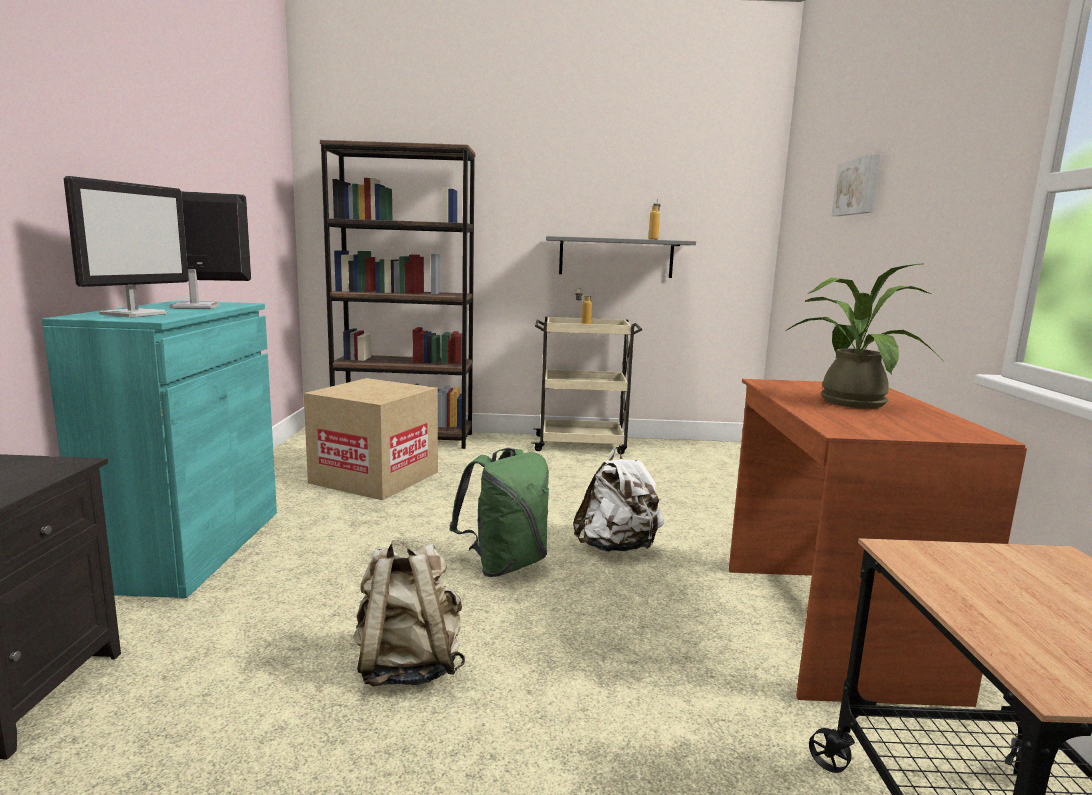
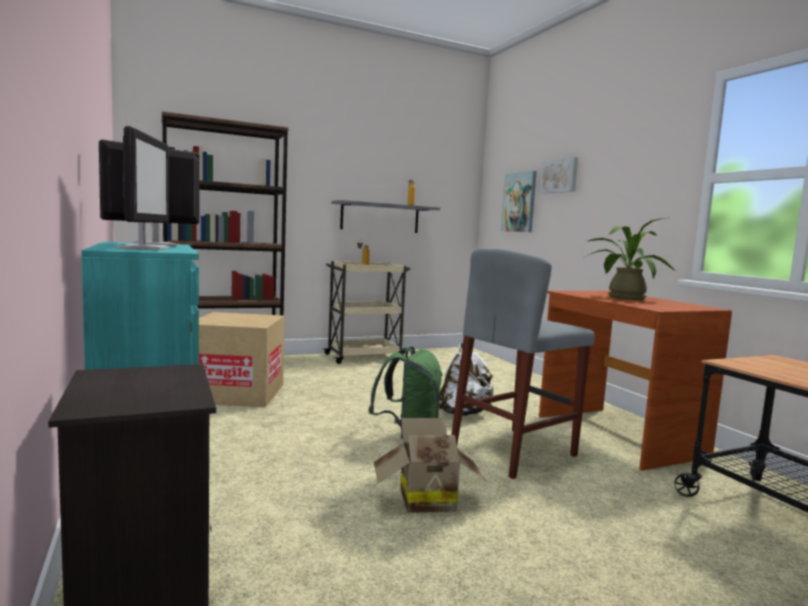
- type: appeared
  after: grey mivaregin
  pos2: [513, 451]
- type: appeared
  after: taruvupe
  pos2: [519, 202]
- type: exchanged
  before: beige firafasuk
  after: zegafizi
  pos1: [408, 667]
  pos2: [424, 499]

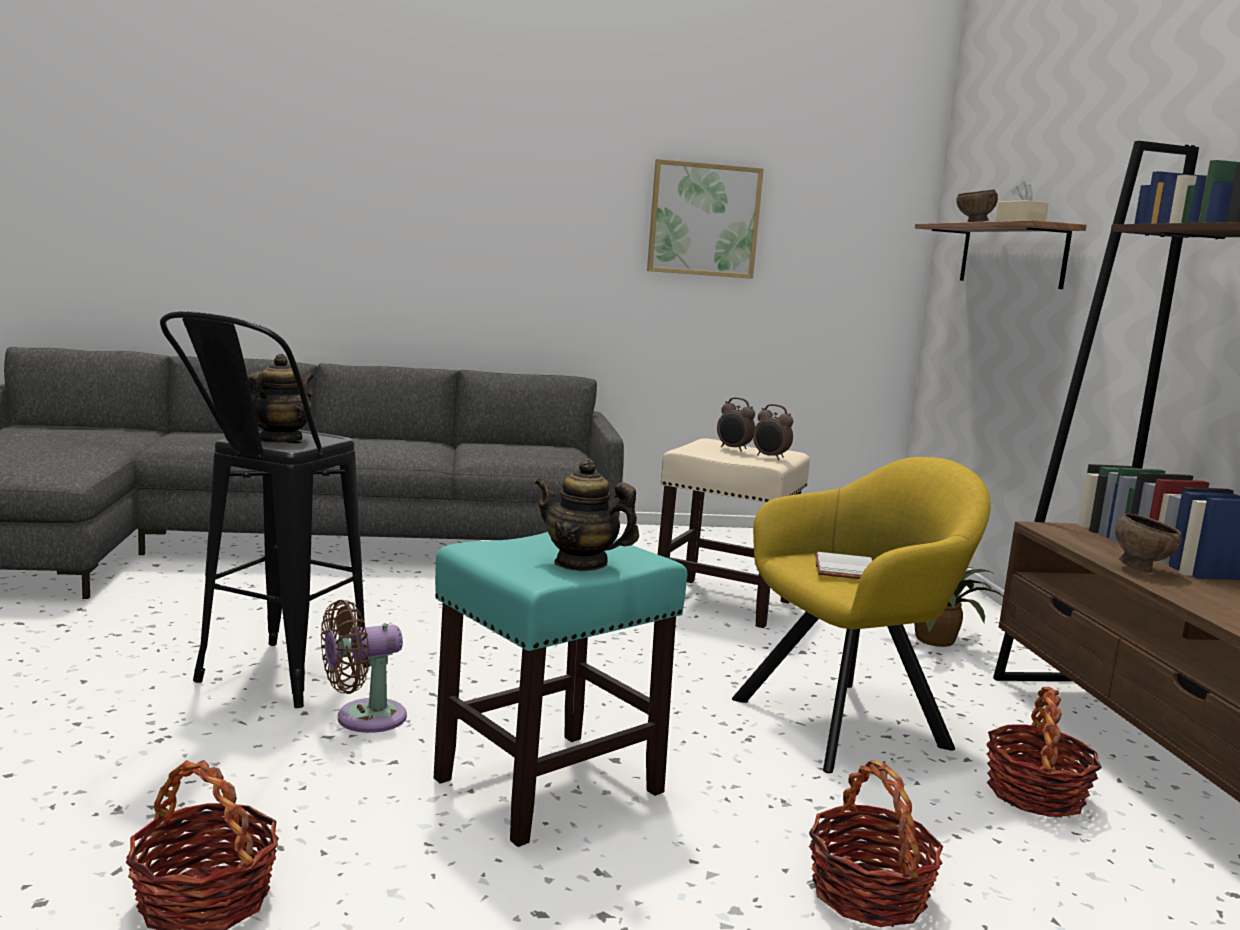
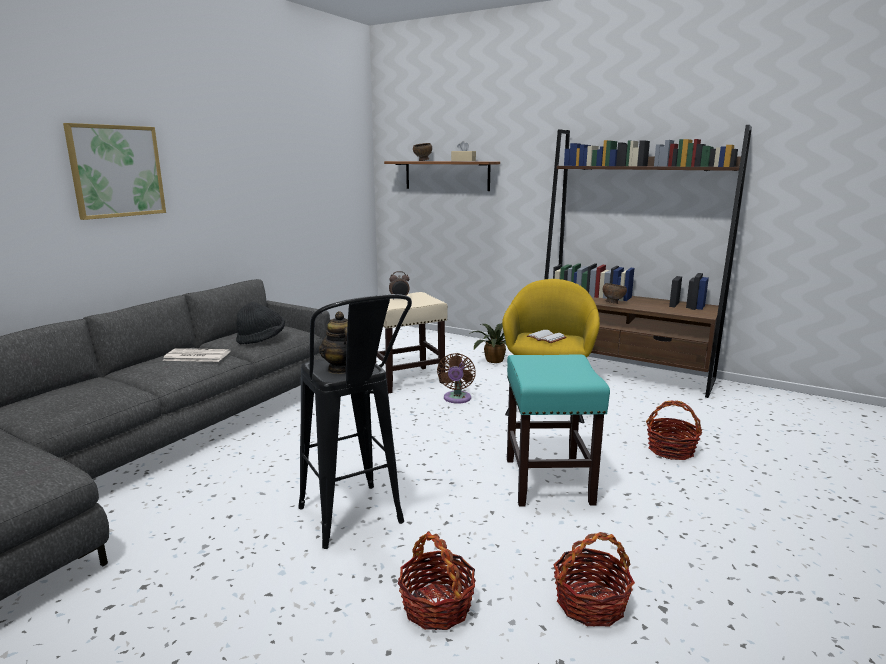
- type: missing
  before: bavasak
  pos1: [581, 563]
- type: missing
  before: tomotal
  pos1: [770, 457]
- type: appeared
  after: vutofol
  pos2: [196, 356]
- type: appeared
  after: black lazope
  pos2: [261, 339]
- type: relocated
  before: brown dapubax
  pos1: [363, 718]
  pos2: [457, 399]
- type: relocated
  before: taruvupe
  pos1: [704, 220]
  pos2: [116, 171]
- type: relocated
  before: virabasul
  pos1: [1035, 794]
  pos2: [436, 606]

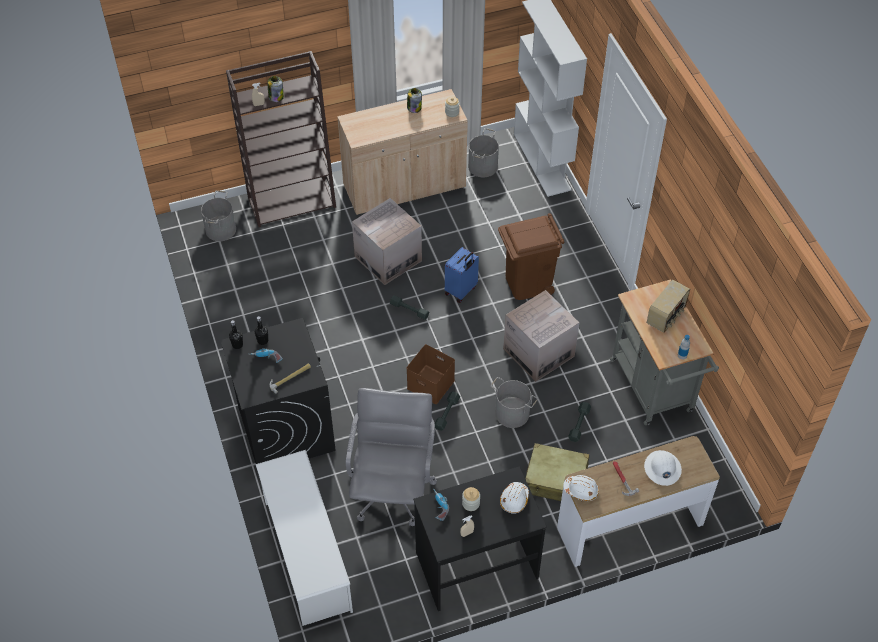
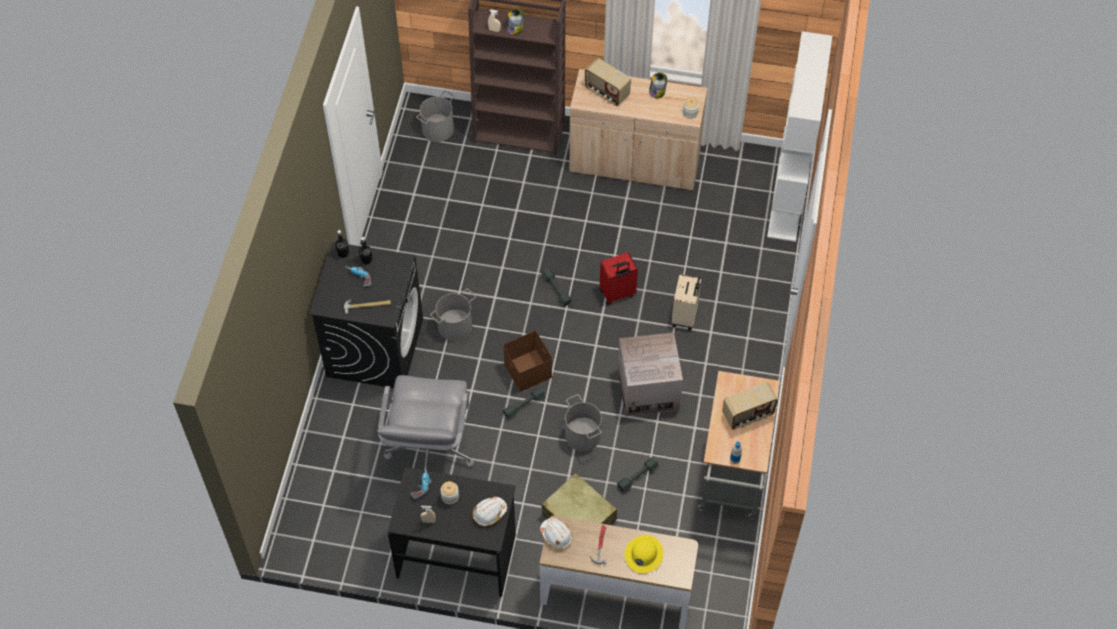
- type: missing
  before: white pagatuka
  pos1: [307, 555]
- type: missing
  before: zegafizi
  pos1: [388, 258]
- type: appeared
  after: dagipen
  pos2: [606, 92]
- type: relocated
  before: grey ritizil
  pos1: [483, 166]
  pos2: [455, 326]
- type: exchanged
  before: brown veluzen
  after: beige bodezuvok
  pos1: [527, 283]
  pos2: [685, 316]
- type: colour
  before: blue bodezuvok
  after: red bodezuvok
  pos1: [461, 291]
  pos2: [617, 294]
- type: colour
  before: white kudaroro
  after: yellow kudaroro
  pos1: [662, 468]
  pos2: [643, 554]
- type: spun
  before: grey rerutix
  pos1: [392, 490]
  pos2: [429, 450]
  turn: 150

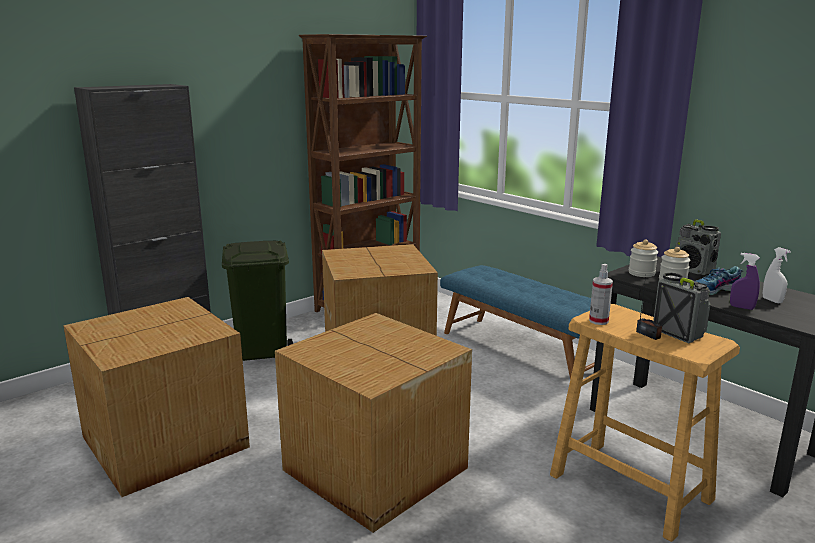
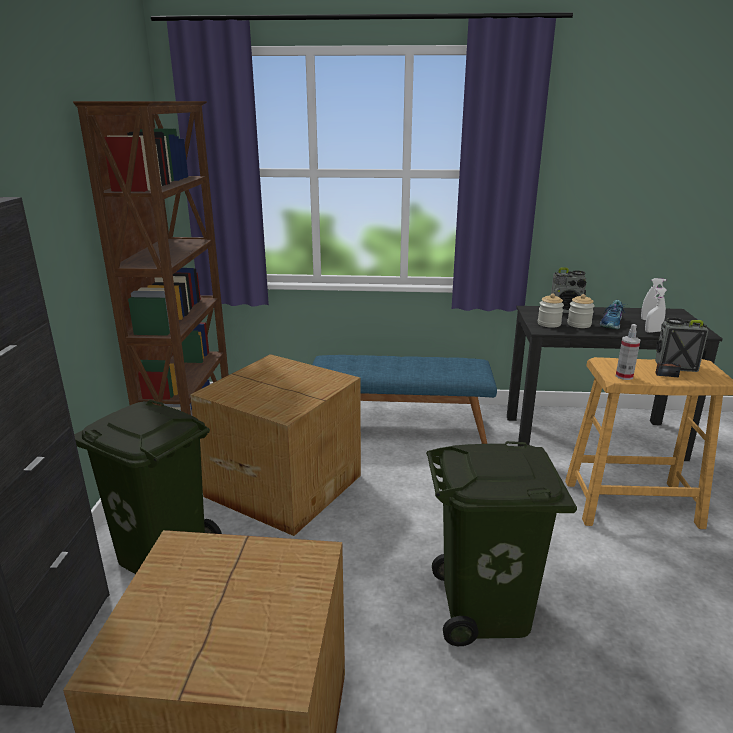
- type: exchanged
  before: zegafizi
  after: green veluzen
  pos1: [375, 471]
  pos2: [486, 610]
- type: colour
  before: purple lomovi
  after: white lomovi
  pos1: [742, 307]
  pos2: [652, 331]

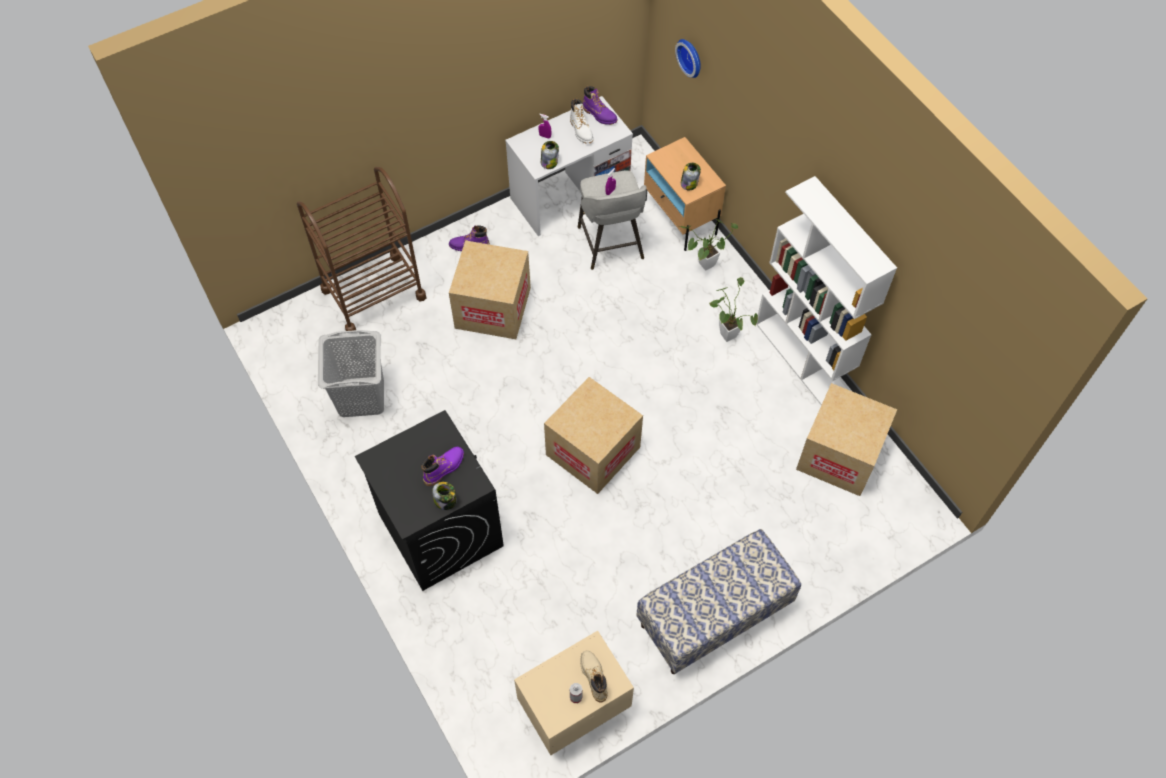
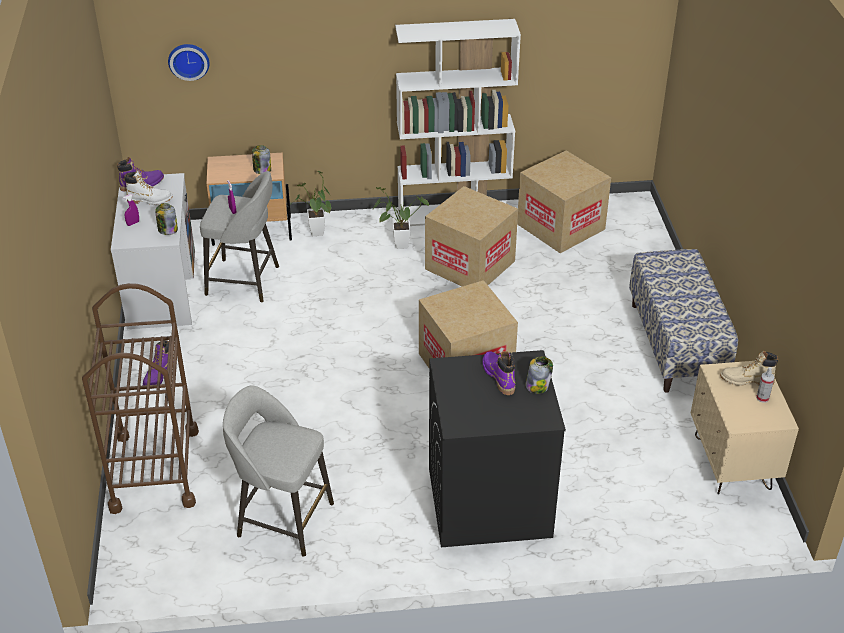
- type: relocated
  before: zegafizi
  pos1: [493, 308]
  pos2: [470, 265]
- type: exchanged
  before: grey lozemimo
  after: grey mivaregin
  pos1: [362, 396]
  pos2: [282, 518]

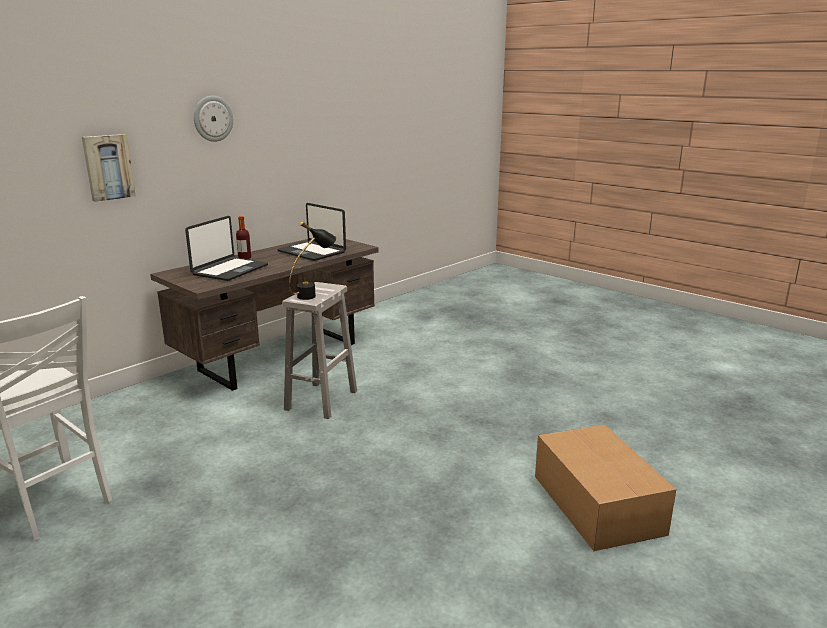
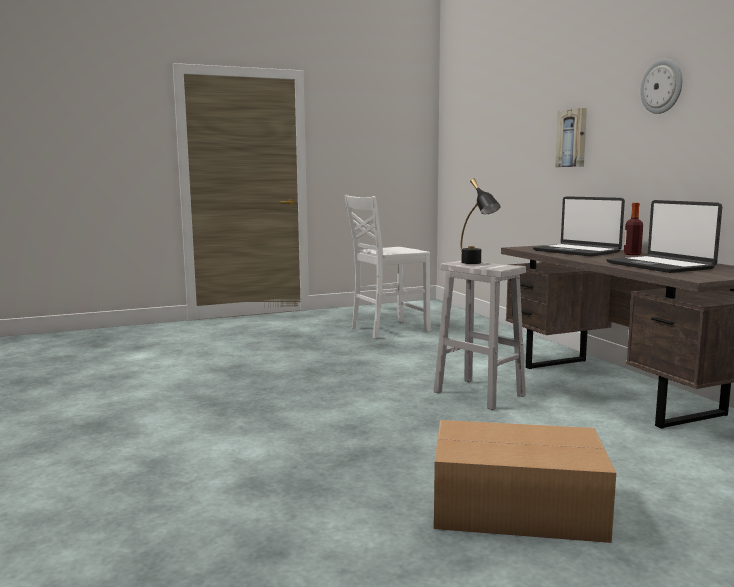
- type: relocated
  before: zegafizi
  pos1: [597, 502]
  pos2: [519, 508]
- type: spun
  before: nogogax
  pos1: [312, 252]
  pos2: [660, 266]
  turn: -90

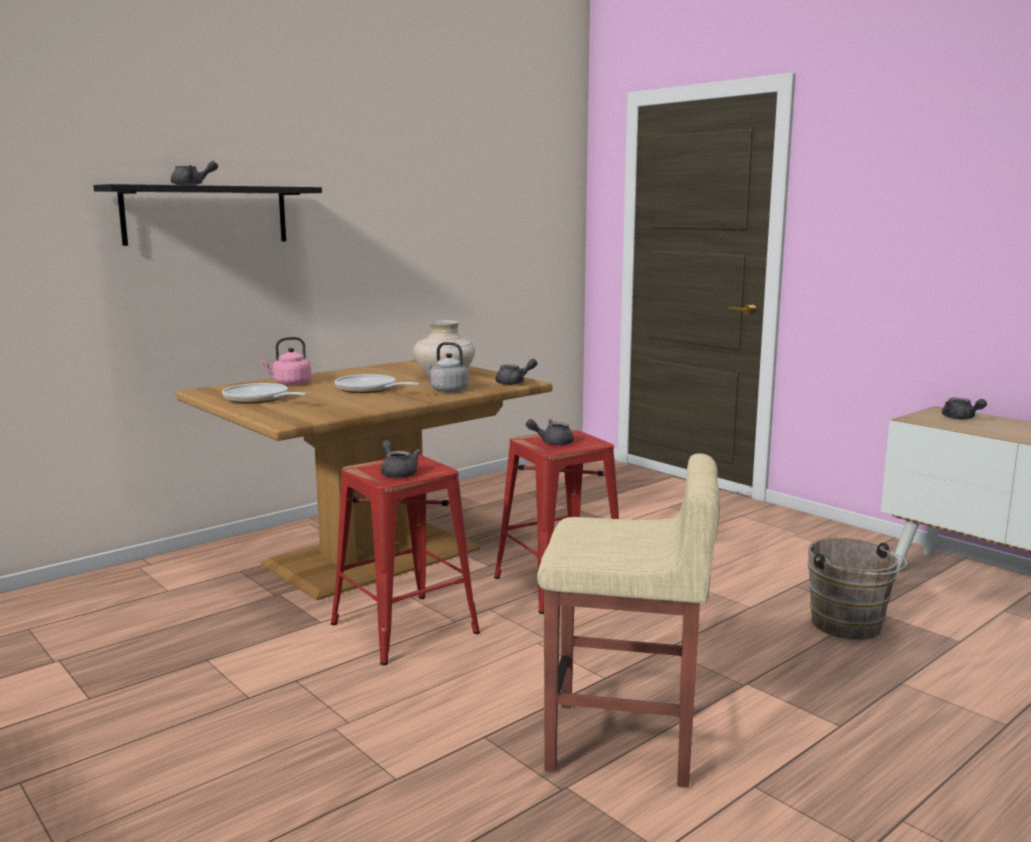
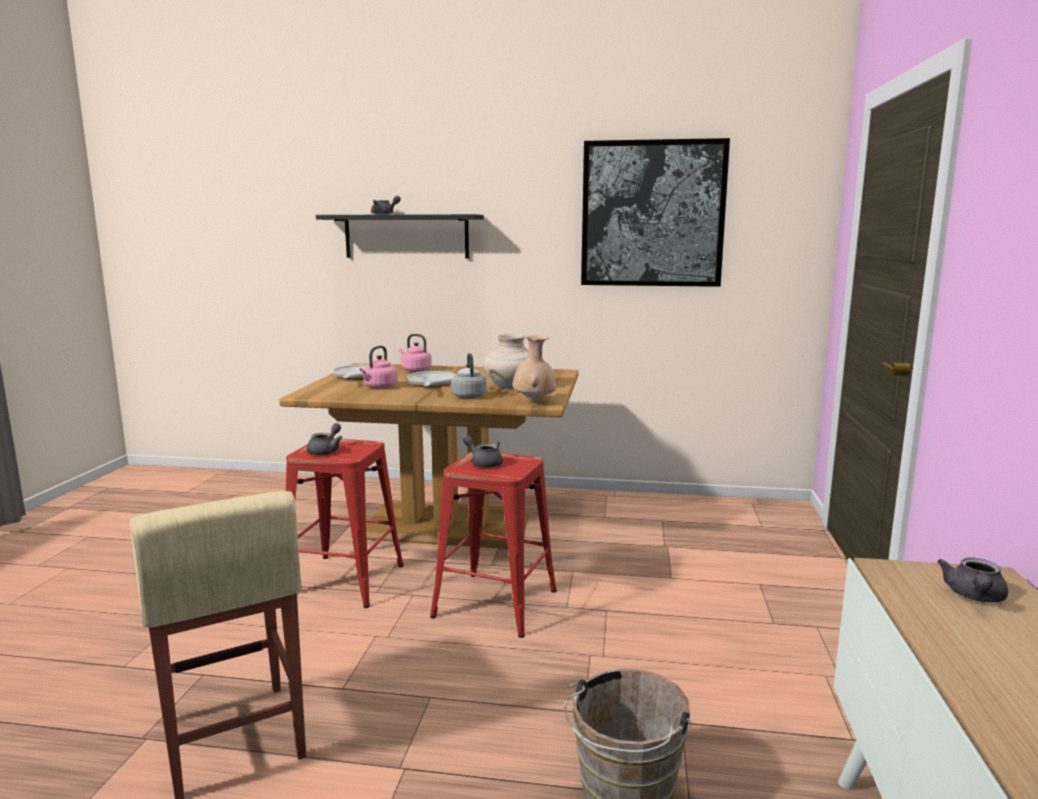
- type: appeared
  after: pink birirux
  pos2: [379, 387]
- type: appeared
  after: taruvupe
  pos2: [652, 214]
- type: exchanged
  before: grey bavasak
  after: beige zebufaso
  pos1: [515, 383]
  pos2: [534, 402]

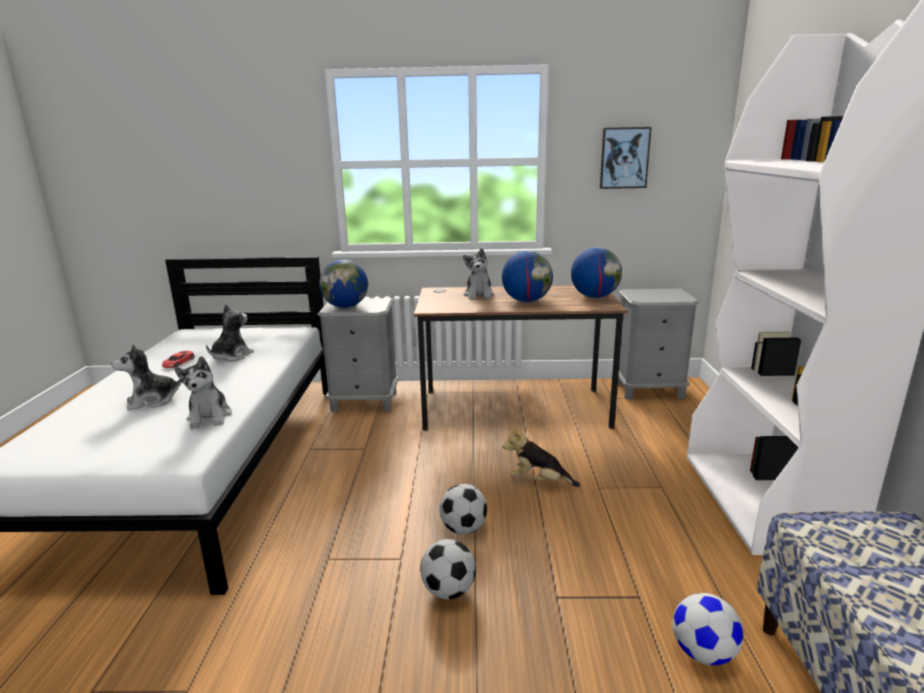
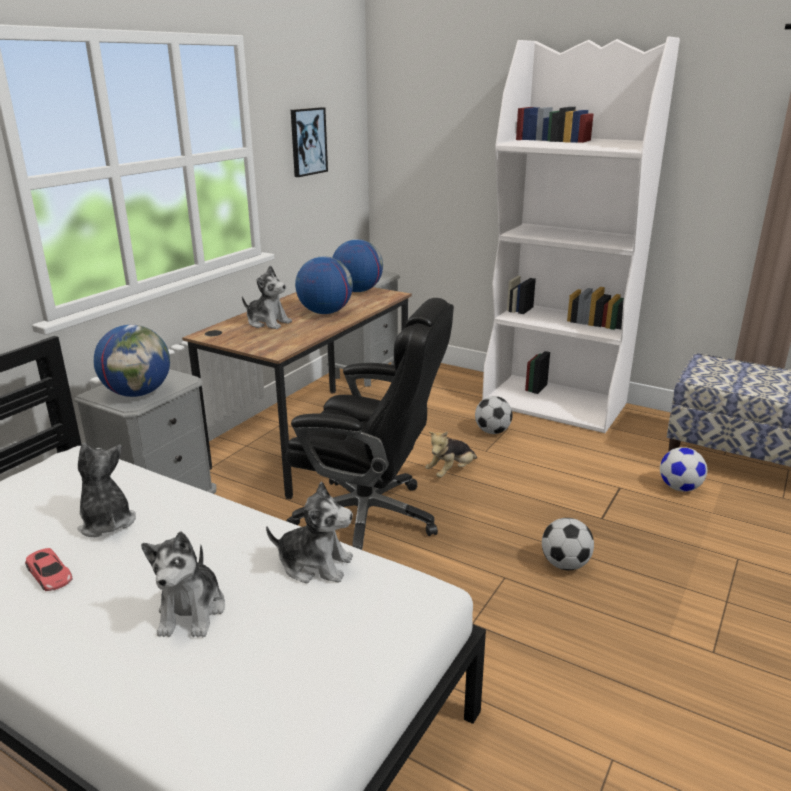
- type: appeared
  after: black rerutix
  pos2: [370, 518]
- type: relocated
  before: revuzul
  pos1: [463, 528]
  pos2: [492, 431]

